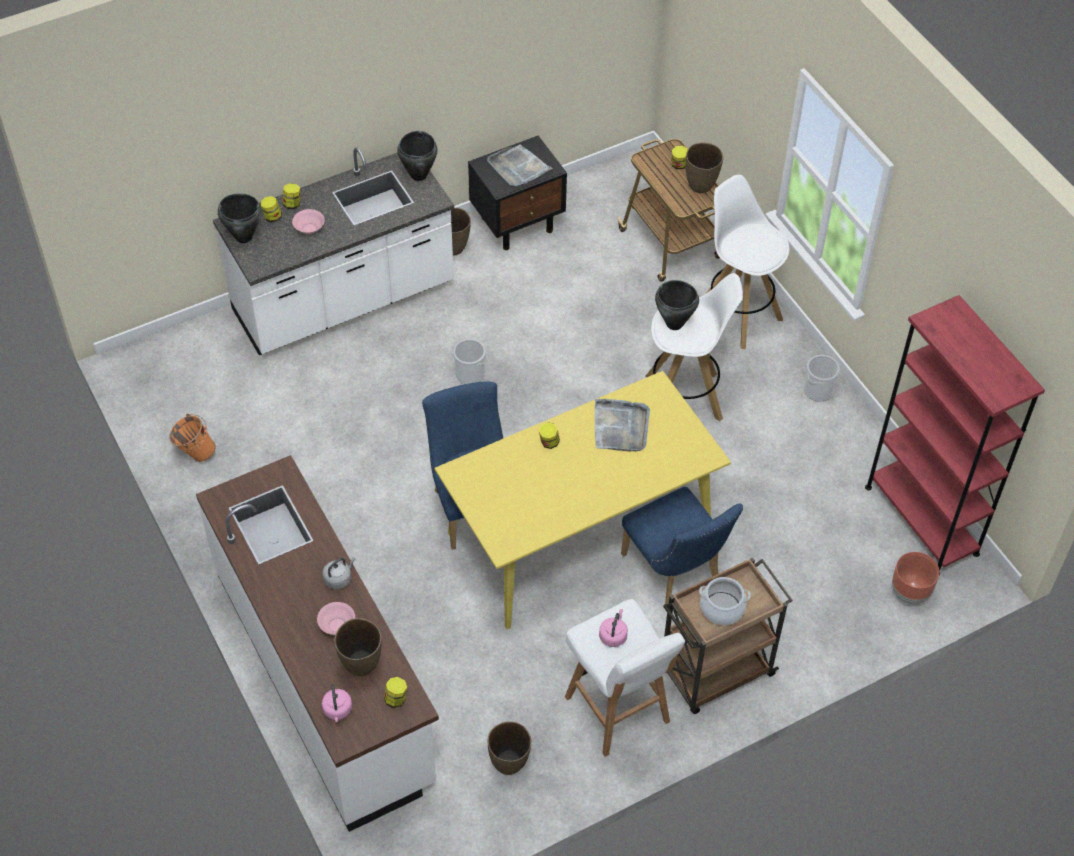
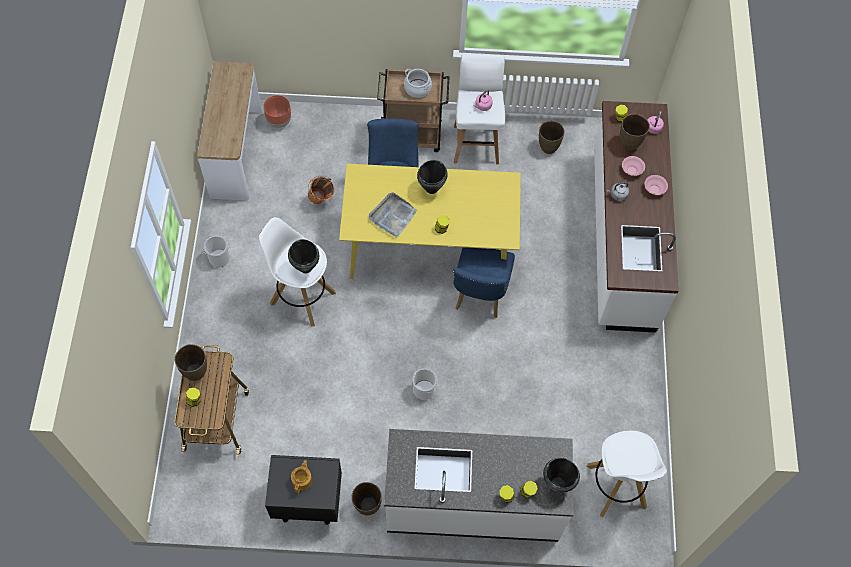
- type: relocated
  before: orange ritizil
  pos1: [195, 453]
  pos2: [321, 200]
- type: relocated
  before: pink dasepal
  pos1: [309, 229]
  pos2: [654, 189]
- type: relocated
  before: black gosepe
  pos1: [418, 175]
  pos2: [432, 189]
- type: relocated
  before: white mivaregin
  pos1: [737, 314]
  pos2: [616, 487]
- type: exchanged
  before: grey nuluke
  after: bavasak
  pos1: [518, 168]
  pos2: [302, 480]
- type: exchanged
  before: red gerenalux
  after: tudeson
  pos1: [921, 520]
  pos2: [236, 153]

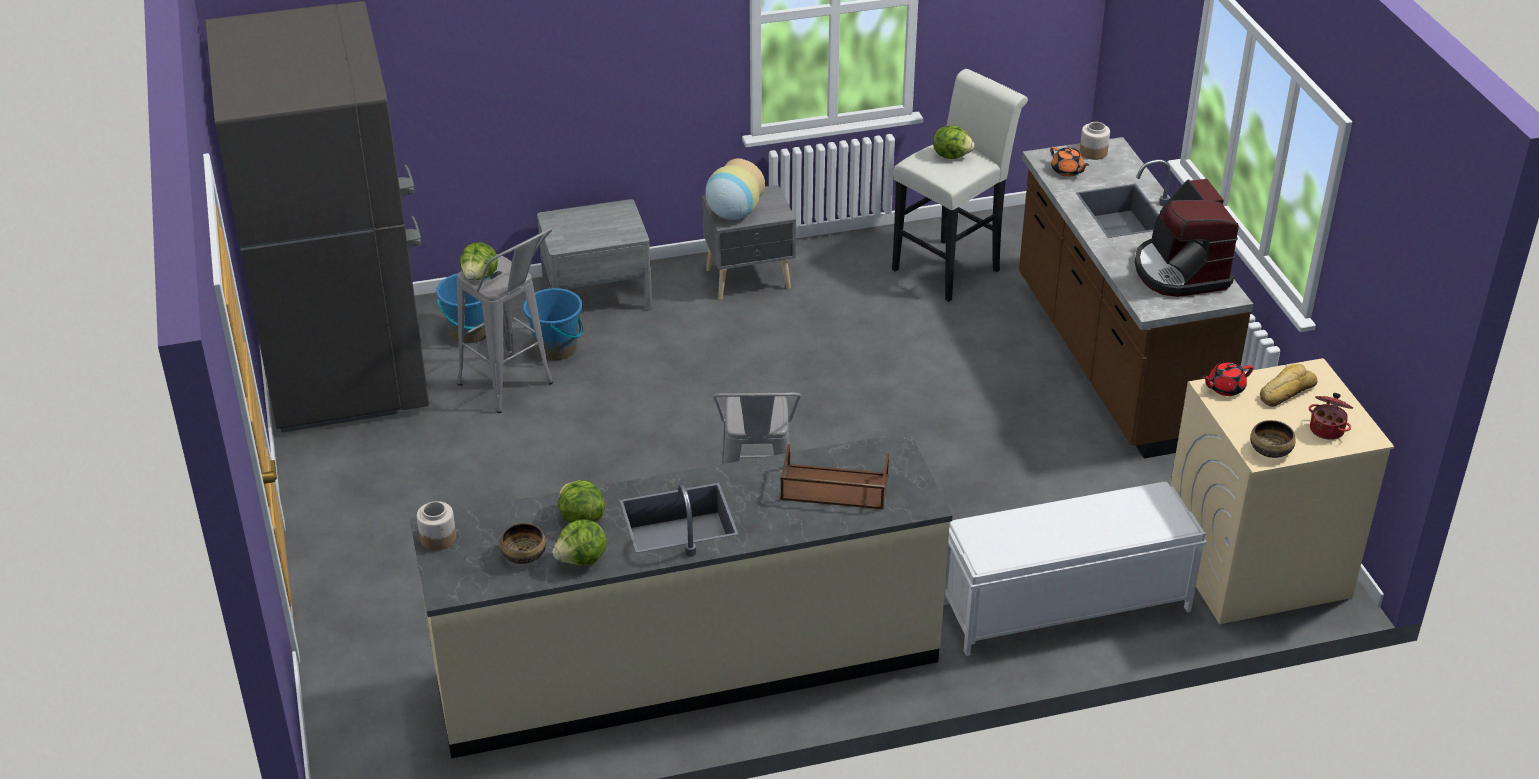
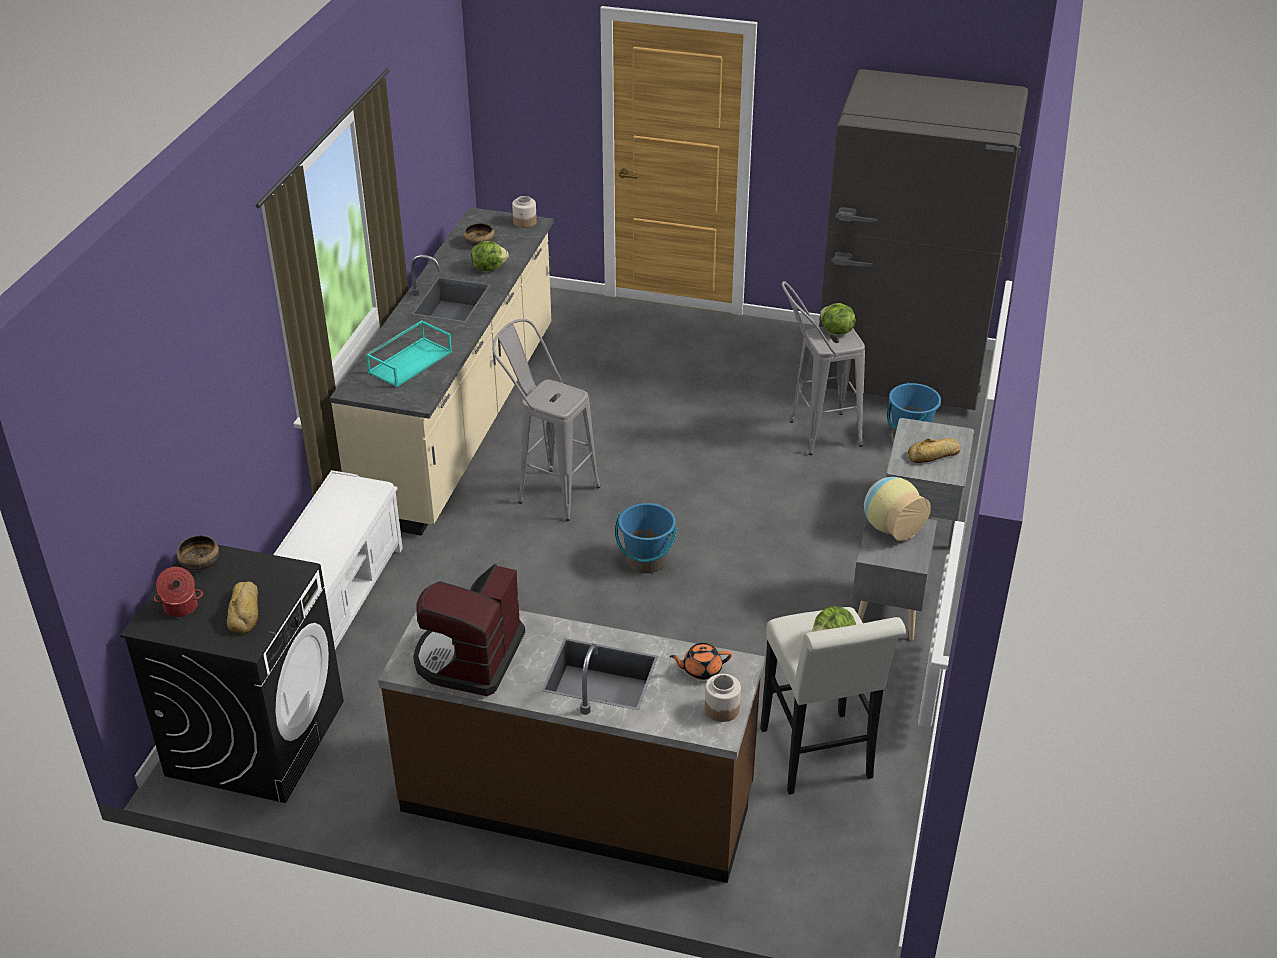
- type: missing
  before: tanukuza
  pos1: [582, 560]
- type: missing
  before: red bavasak
  pos1: [1225, 388]
- type: appeared
  after: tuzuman
  pos2: [934, 455]
- type: relocated
  before: blue ritizil
  pos1: [556, 348]
  pos2: [646, 561]
- type: colour
  before: brown nuluke
  after: turquoise nuluke
  pos1: [833, 488]
  pos2: [410, 361]
- type: colour
  before: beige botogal
  after: black botogal
  pos1: [1254, 565]
  pos2: [256, 737]
- type: spun
  before: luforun
  pos1: [1180, 271]
  pos2: [469, 657]
  turn: -90

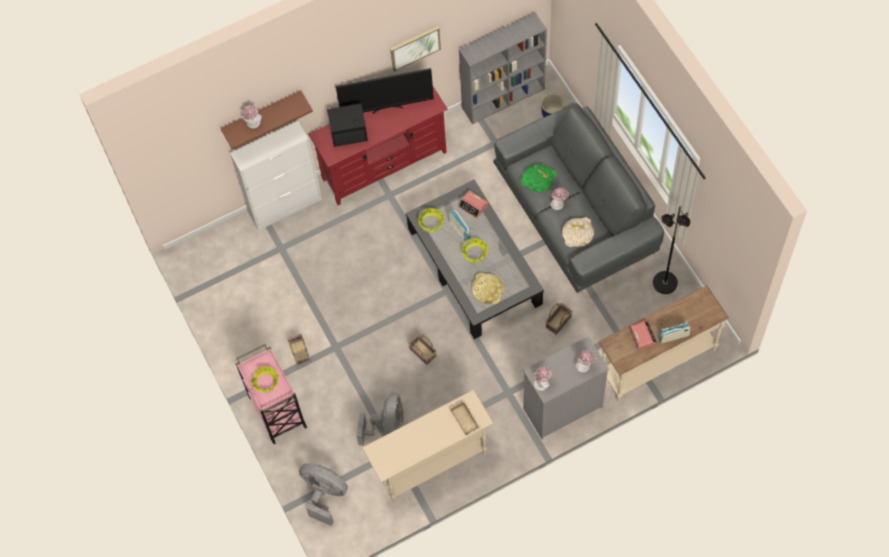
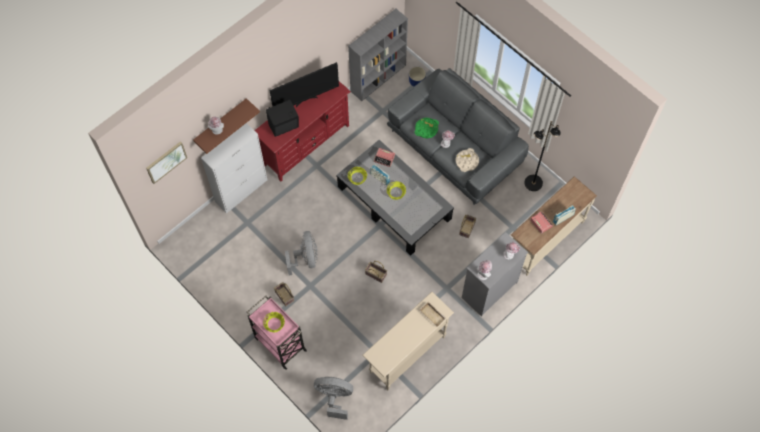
- type: missing
  before: yellow nuluke
  pos1: [487, 290]
- type: relocated
  before: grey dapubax
  pos1: [387, 428]
  pos2: [305, 259]
- type: relocated
  before: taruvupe
  pos1: [415, 47]
  pos2: [166, 162]

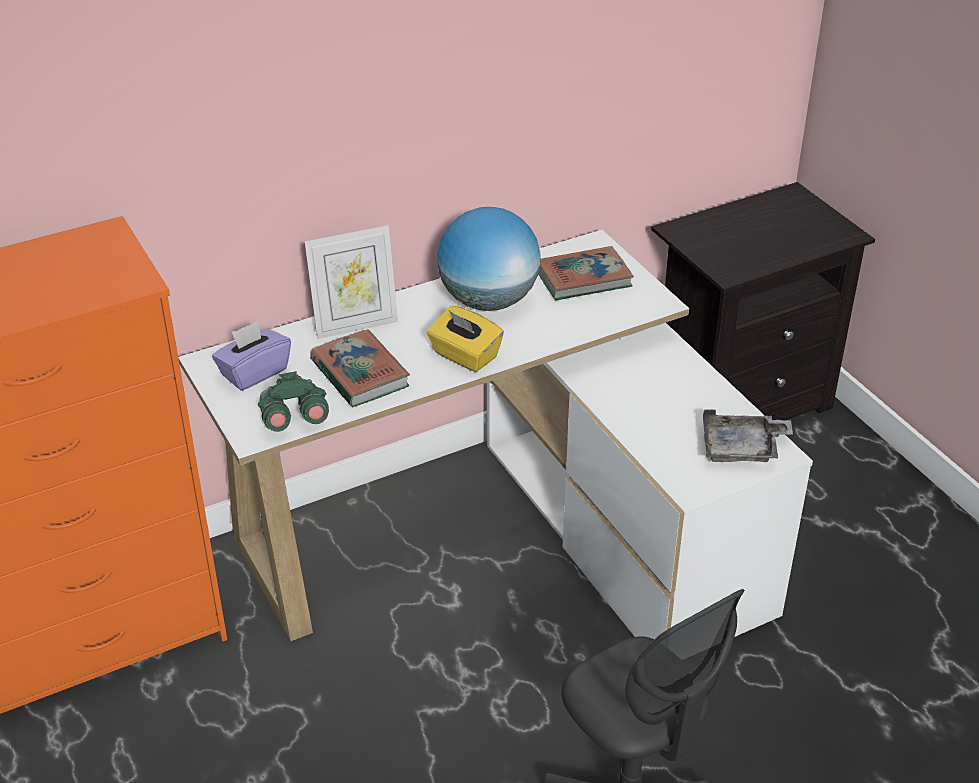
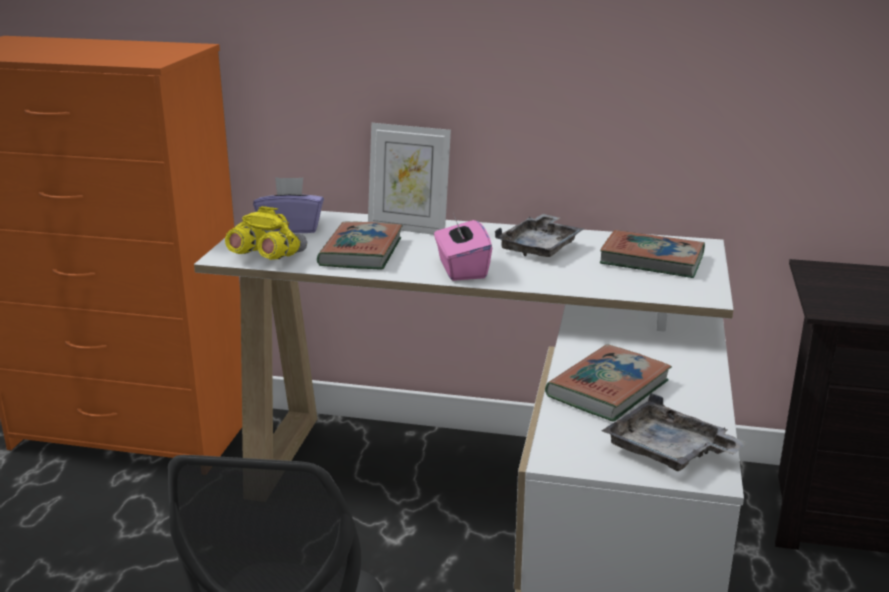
- type: appeared
  after: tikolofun
  pos2: [608, 389]
- type: exchanged
  before: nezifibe
  after: grey nuluke
  pos1: [489, 301]
  pos2: [540, 247]
- type: colour
  before: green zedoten
  after: yellow zedoten
  pos1: [293, 420]
  pos2: [267, 258]
- type: colour
  before: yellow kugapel
  after: pink kugapel
  pos1: [464, 356]
  pos2: [461, 269]

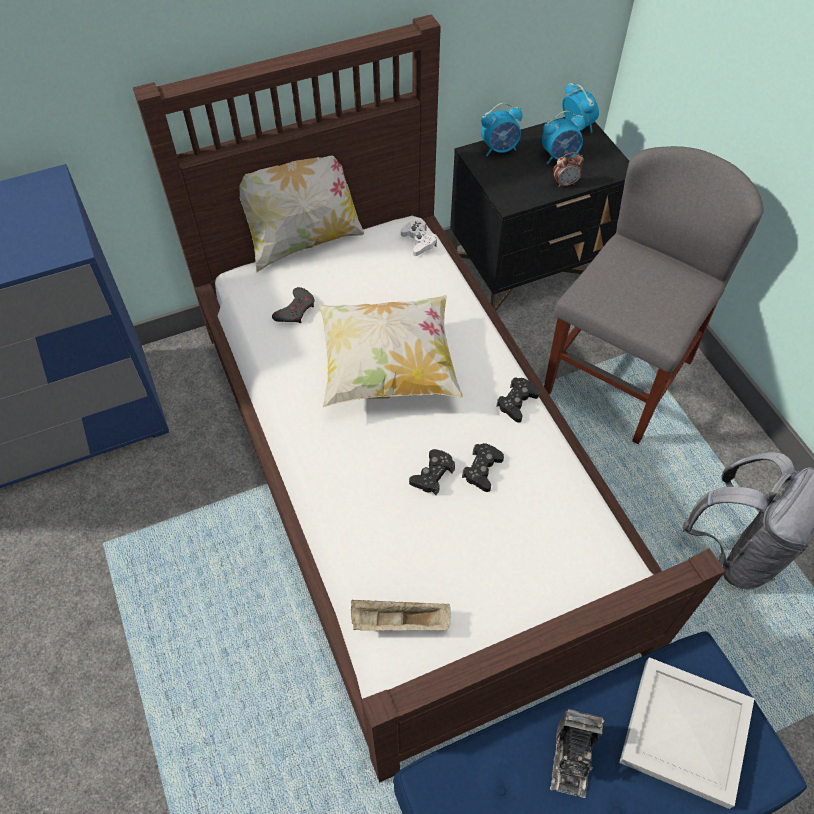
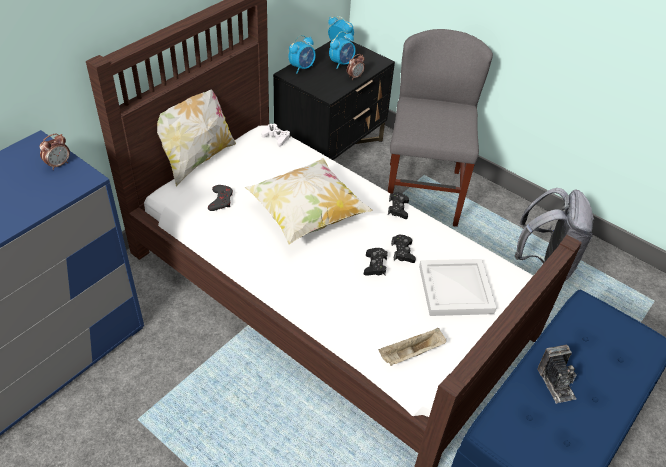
- type: appeared
  after: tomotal
  pos2: [58, 164]
- type: relocated
  before: white nuluke
  pos1: [686, 734]
  pos2: [456, 290]

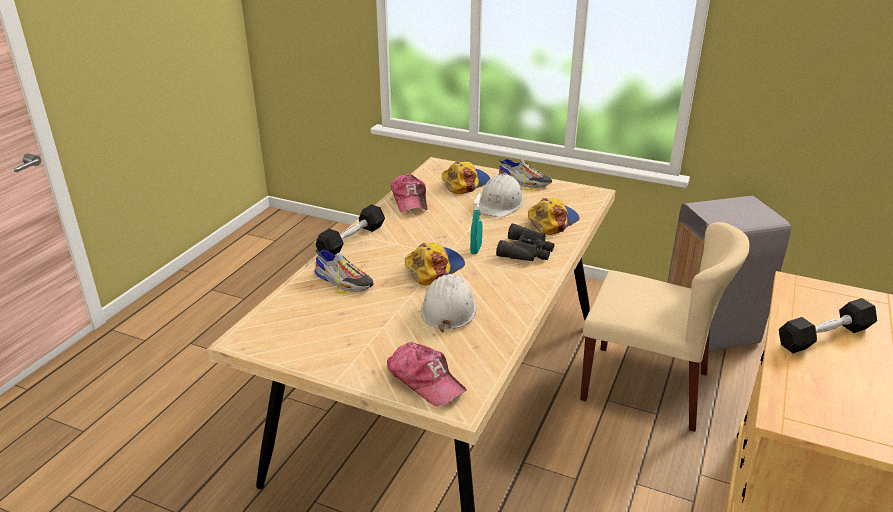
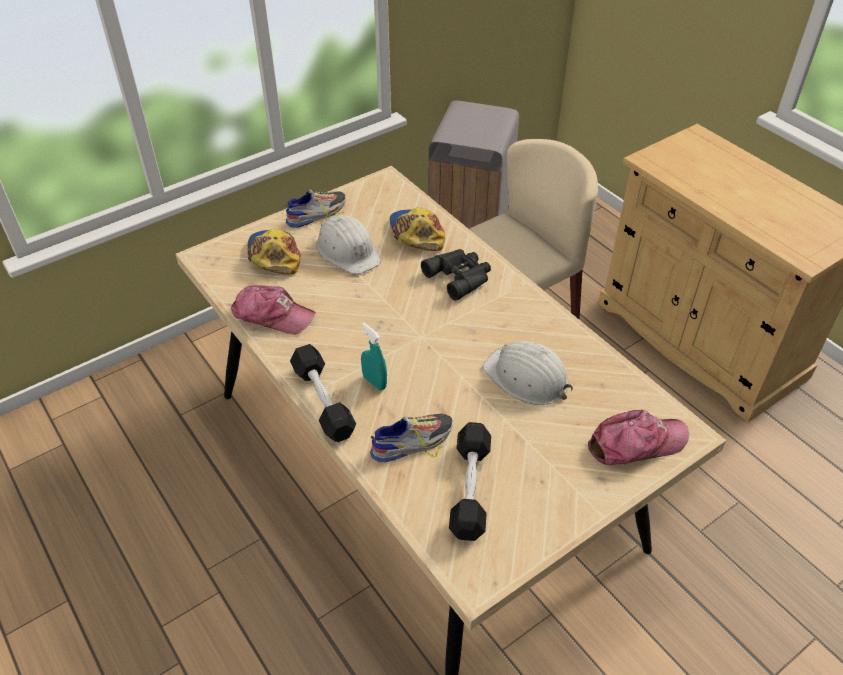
- type: missing
  before: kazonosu
  pos1: [434, 268]
- type: relocated
  before: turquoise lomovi
  pos1: [476, 249]
  pos2: [374, 382]
- type: relocated
  before: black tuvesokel
  pos1: [824, 336]
  pos2: [470, 488]

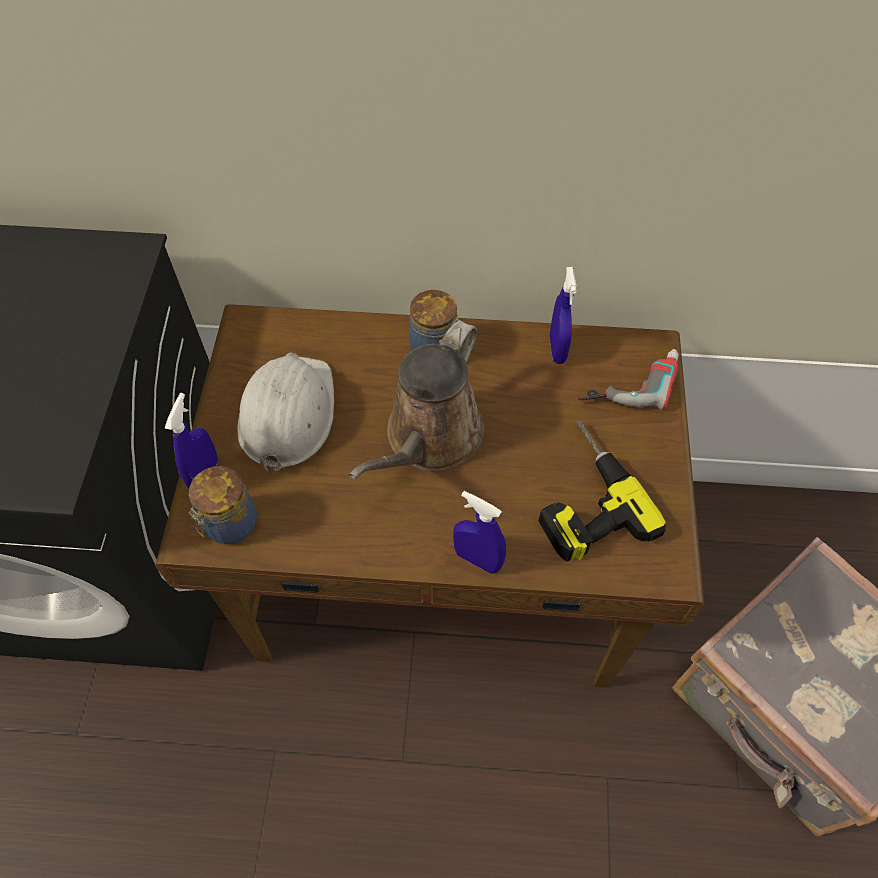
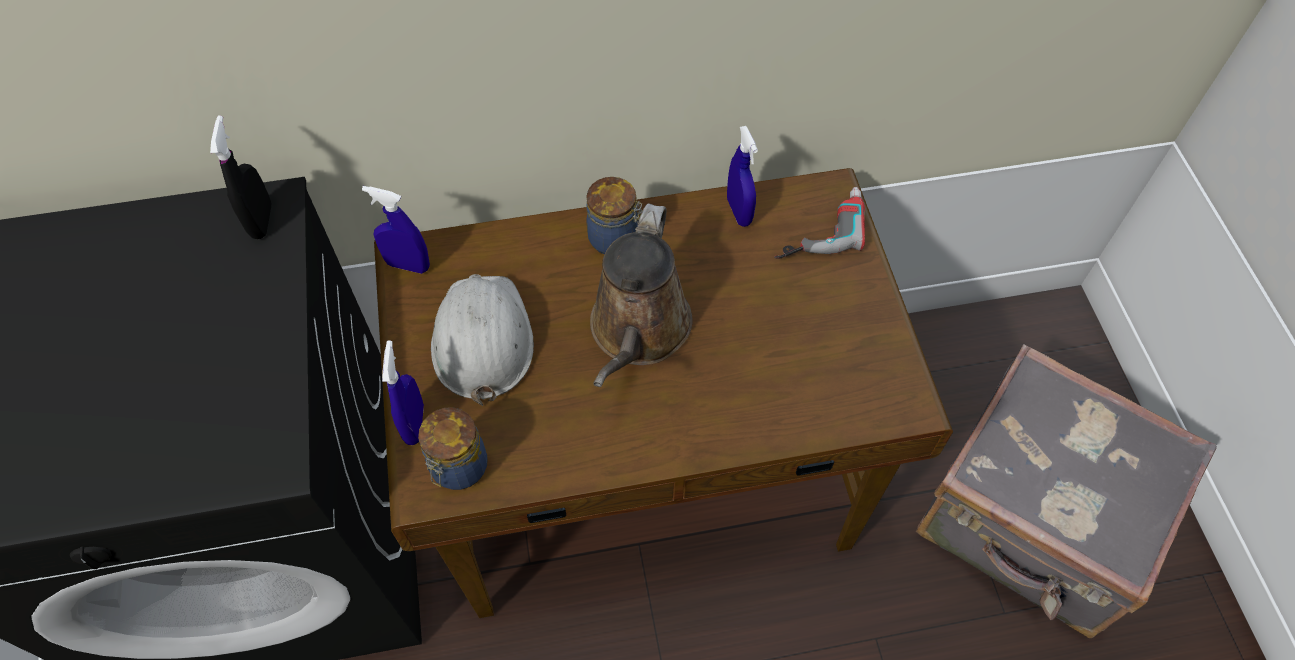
- type: missing
  before: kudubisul
  pos1: [581, 496]
- type: appeared
  after: black lomovi
  pos2: [261, 221]
- type: relocated
  before: blue lomovi
  pos1: [477, 559]
  pos2: [408, 265]

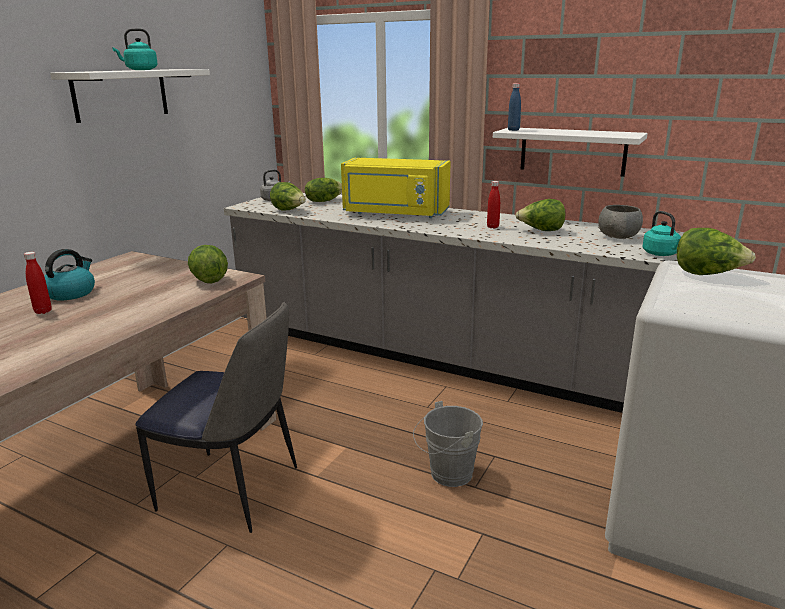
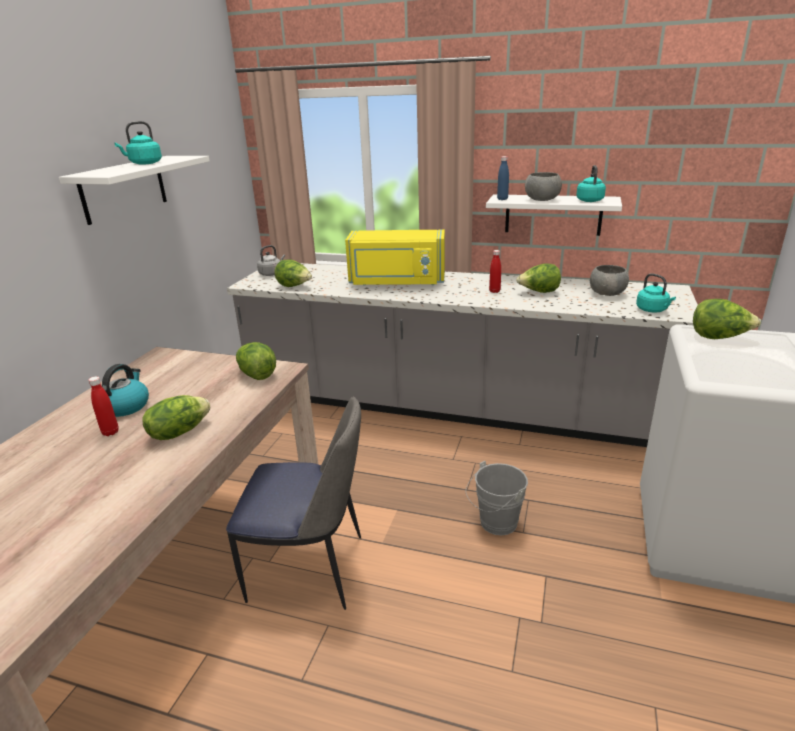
- type: appeared
  after: grey dasepal
  pos2: [541, 199]
- type: appeared
  after: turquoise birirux
  pos2: [589, 200]
- type: relocated
  before: tanukuza
  pos1: [323, 201]
  pos2: [179, 432]

